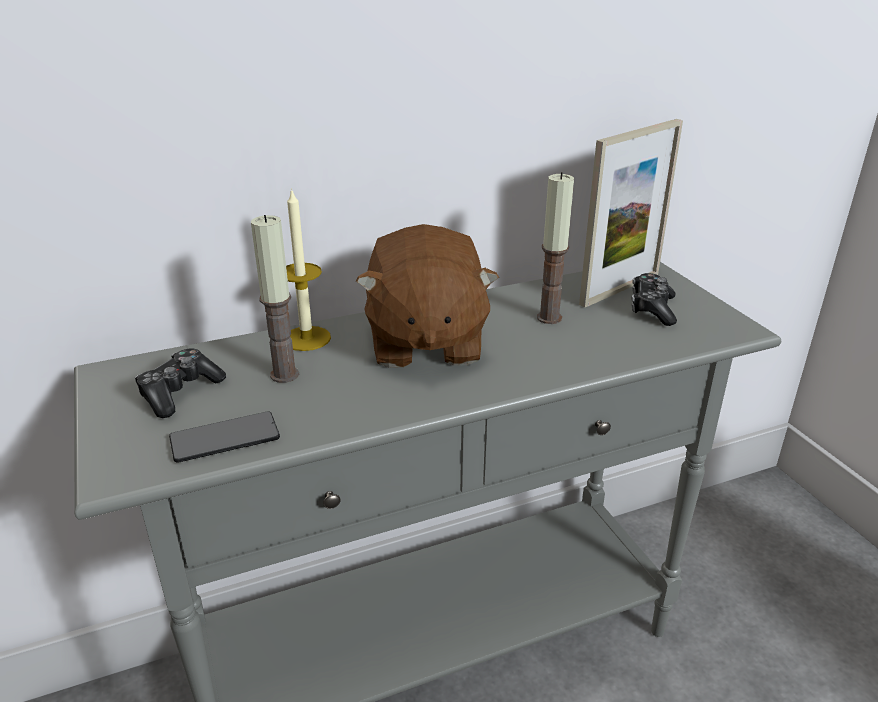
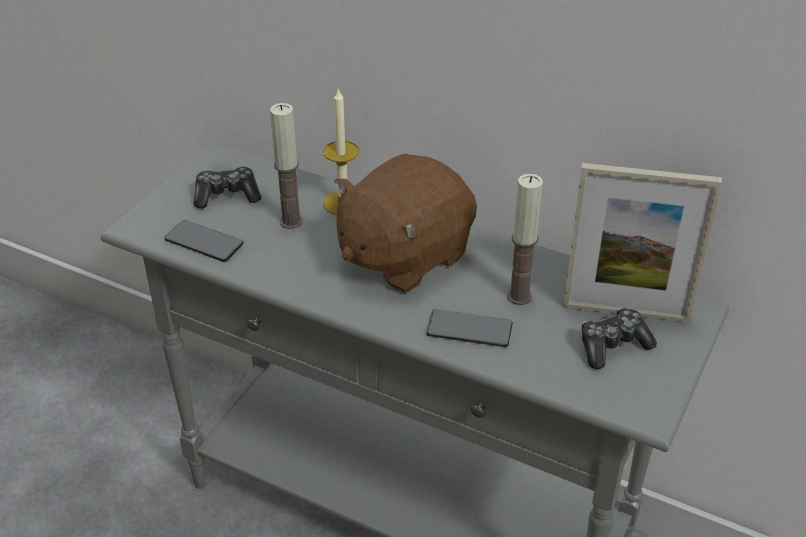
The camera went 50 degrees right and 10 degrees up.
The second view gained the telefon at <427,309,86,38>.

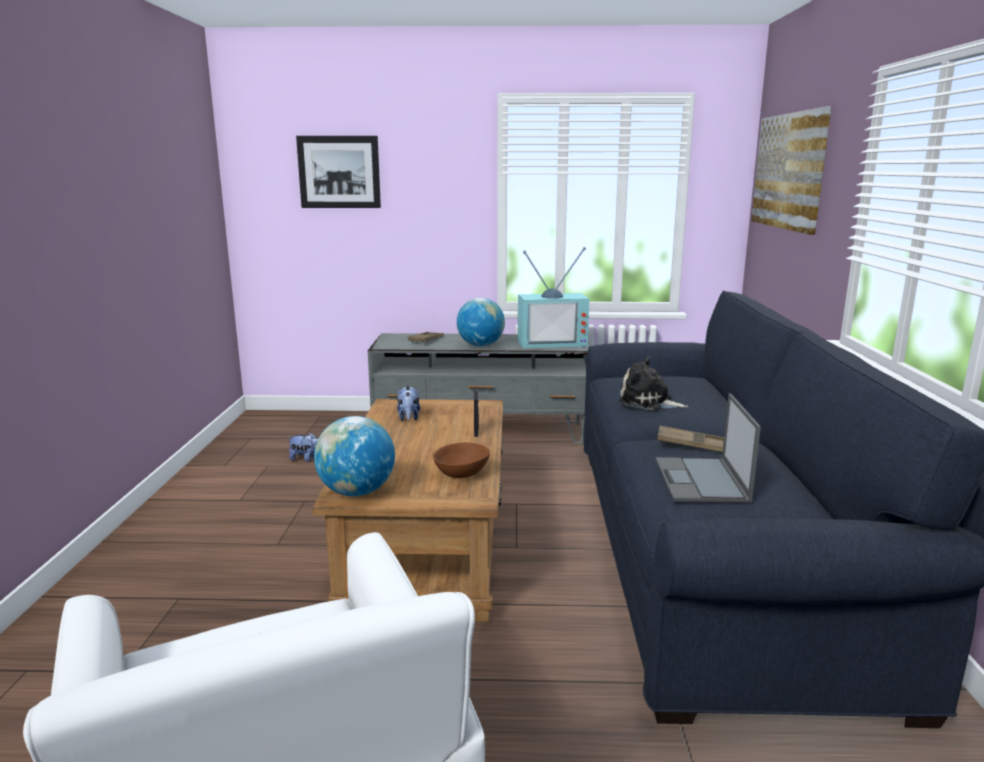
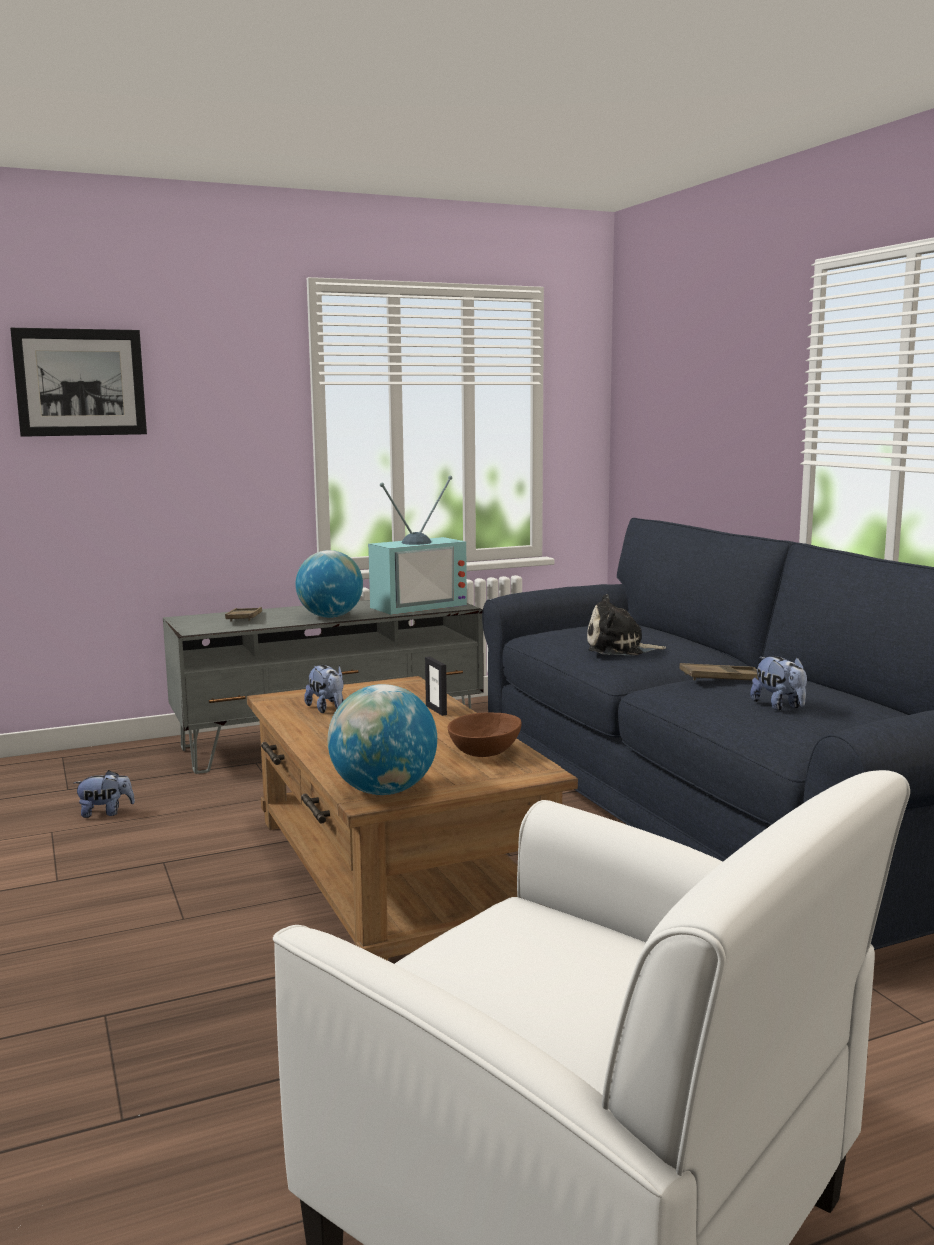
The camera went 25 degrees left and 5 degrees down.
Where the laptop stood at <656,394,105,109>, the pluszak came to stand at <750,656,57,55>.
The second view lost the obraz at <751,106,80,129>.

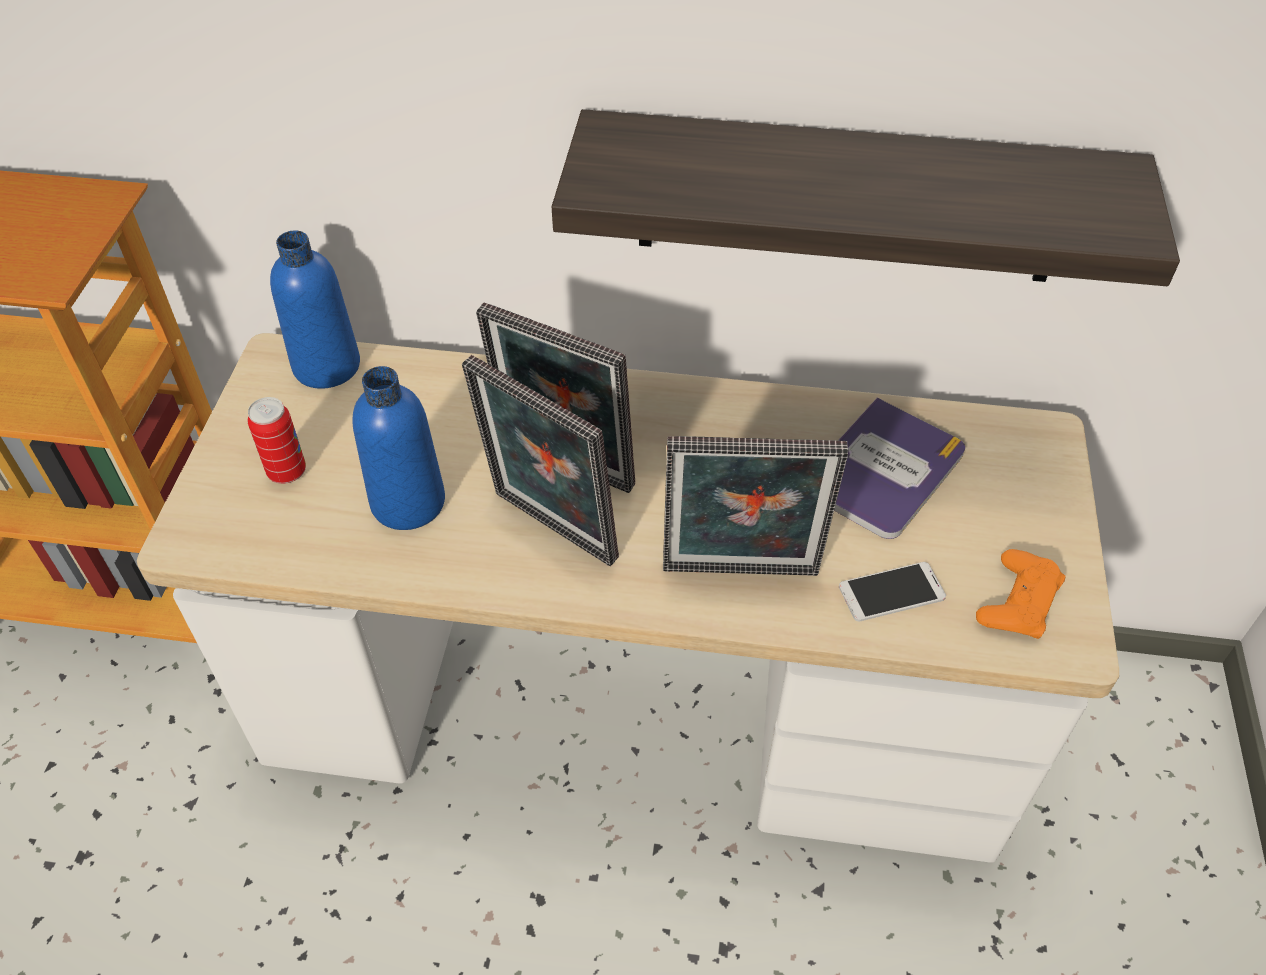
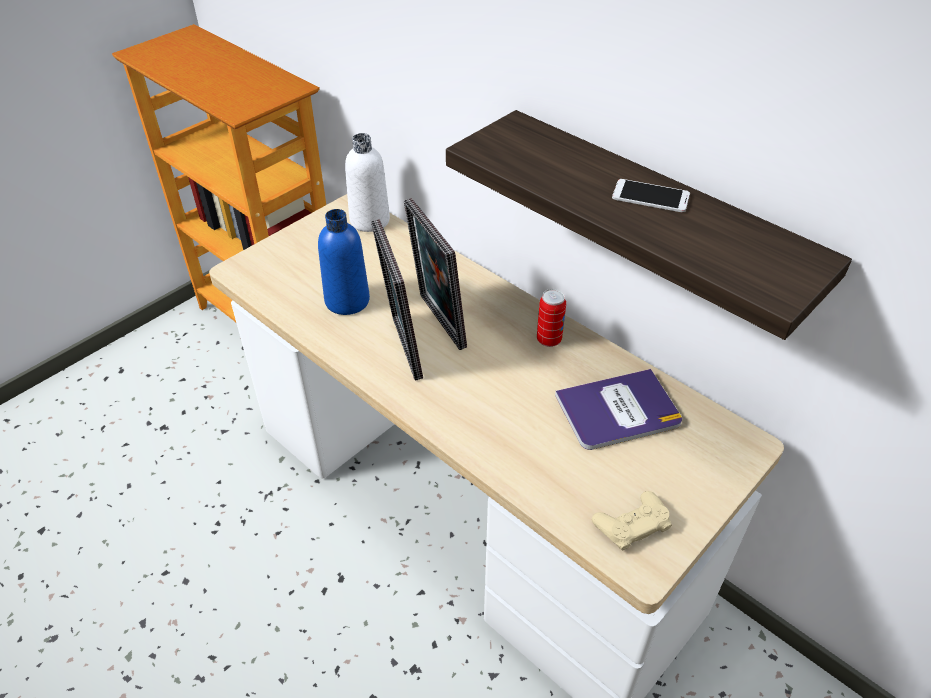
The camera went 35 degrees right and 5 degrees down.
What was the butelka/niebieski at <270,230,90,159> turned into the butelka/biały at <345,133,45,99>.
The puszka ended up elsewhere, having gone from <248,397,58,87> to <537,289,29,58>.
What was the pad do gier/pomarańczowy at <976,549,90,90> turned into the pad do gier/beżowy at <592,491,80,60>.
The telefon ended up elsewhere, having gone from <839,562,107,59> to <612,179,78,33>.
The second view lost the ramka na zdjęcie at <663,436,185,140>.

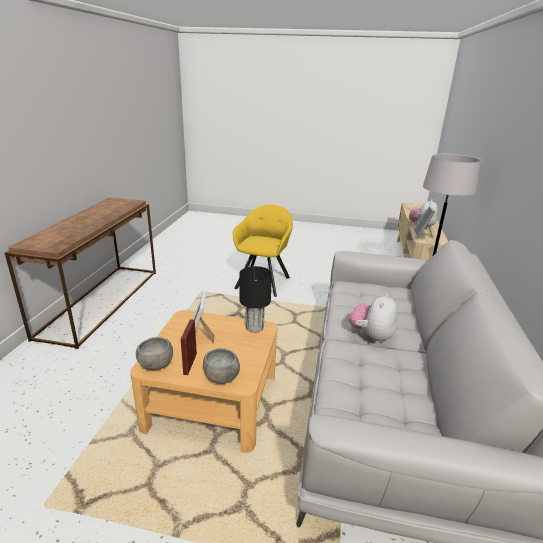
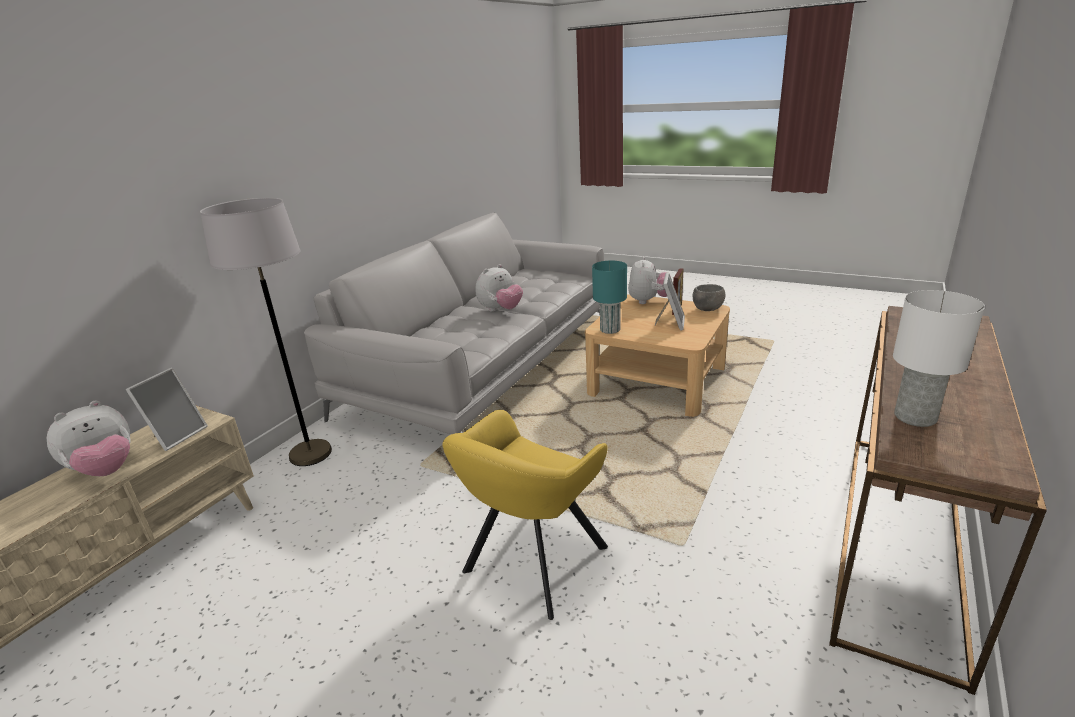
The camera went 160 degrees left and 0 degrees up.
What was the lampa stołowa/czarny at <240,266,32,67> turned into the lampa stołowa/turkusowy at <592,260,35,74>.
Where the miska/szary stood at <203,348,37,36>, the pluszak came to stand at <628,256,43,48>.
The second view gained the lampa stołowa/biały at <893,290,92,137>.

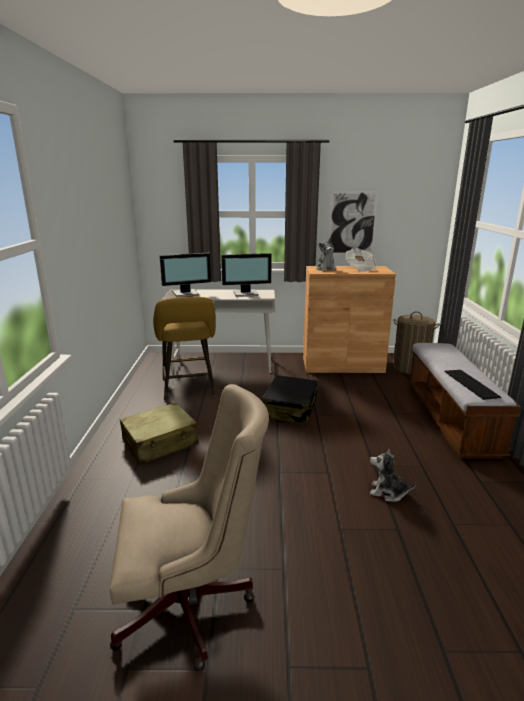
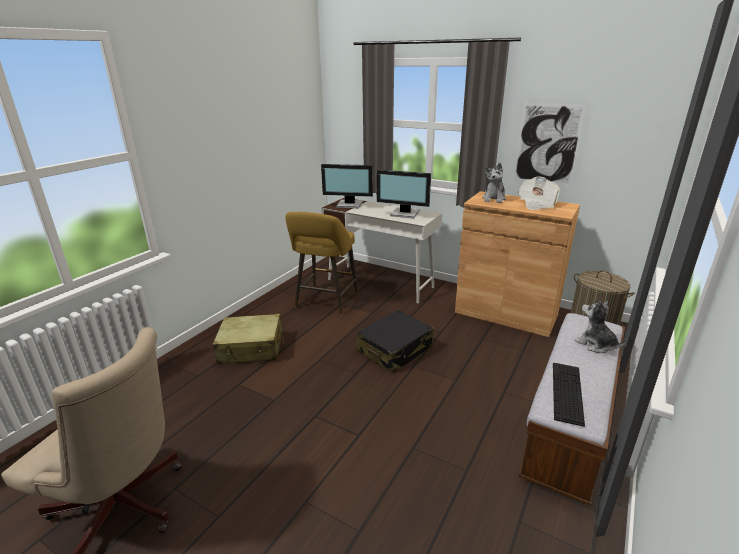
The camera went 30 degrees right and 5 degrees up.
The pluszak ended up elsewhere, having gone from <370,449,46,53> to <574,301,53,52>.

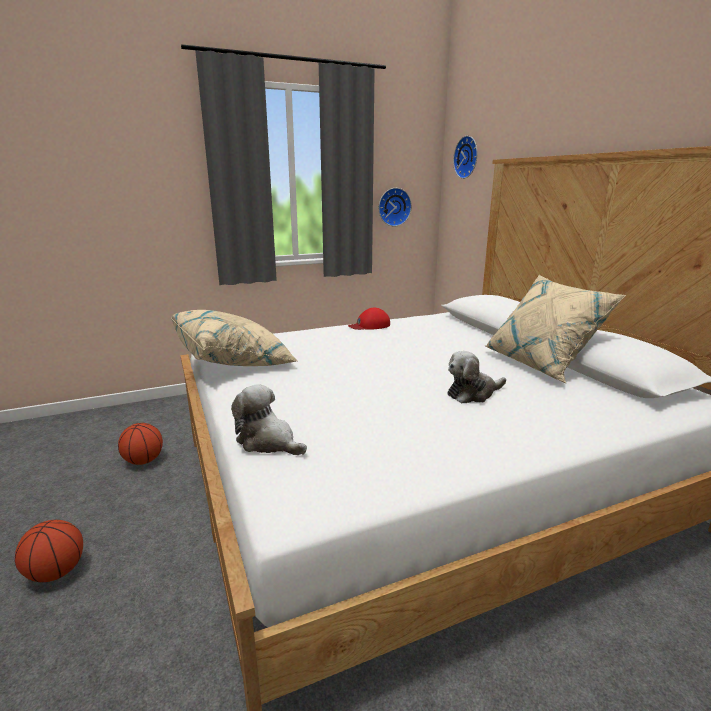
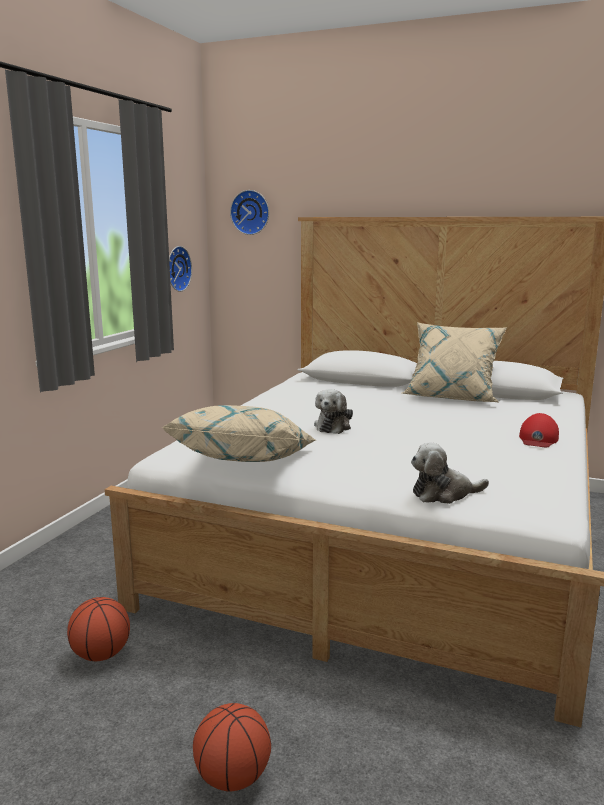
The camera went 45 degrees left and 5 degrees down.
The pluszak ended up elsewhere, having gone from <448,351,58,52> to <314,389,39,45>.
The czapka z daszkiem/czerwony ended up elsewhere, having gone from <348,308,42,22> to <519,413,40,34>.

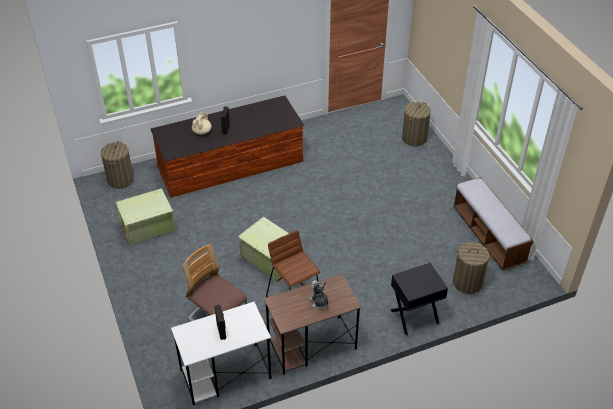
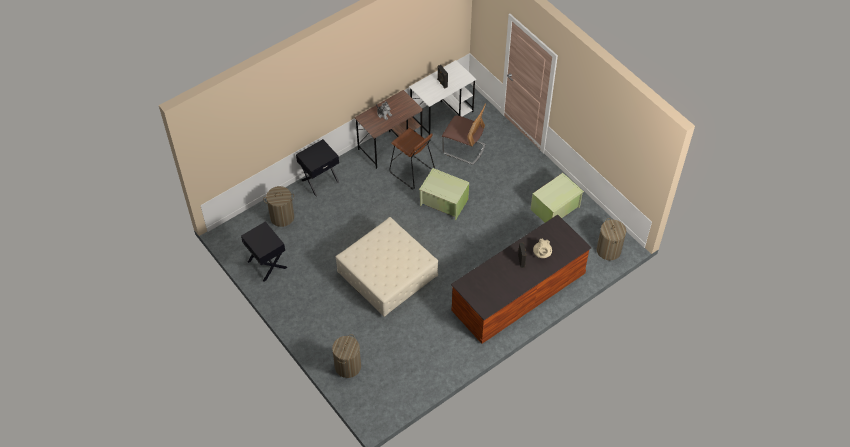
The camera went 165 degrees right and 10 degrees up.
Where the ławka stood at <453,177,81,93>, the szafka nocna/czarny came to stand at <241,222,46,60>.
The second view gained the pufa/beżowy at <336,217,102,100>.

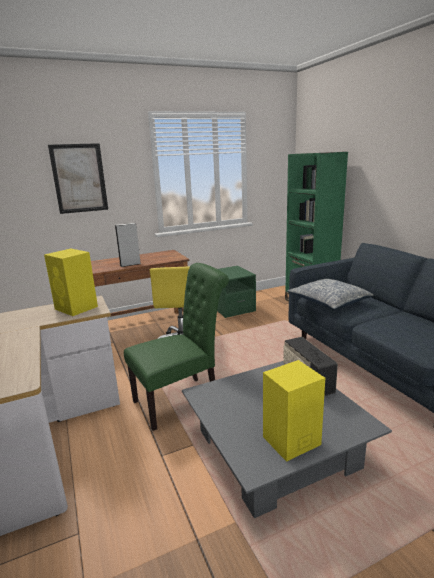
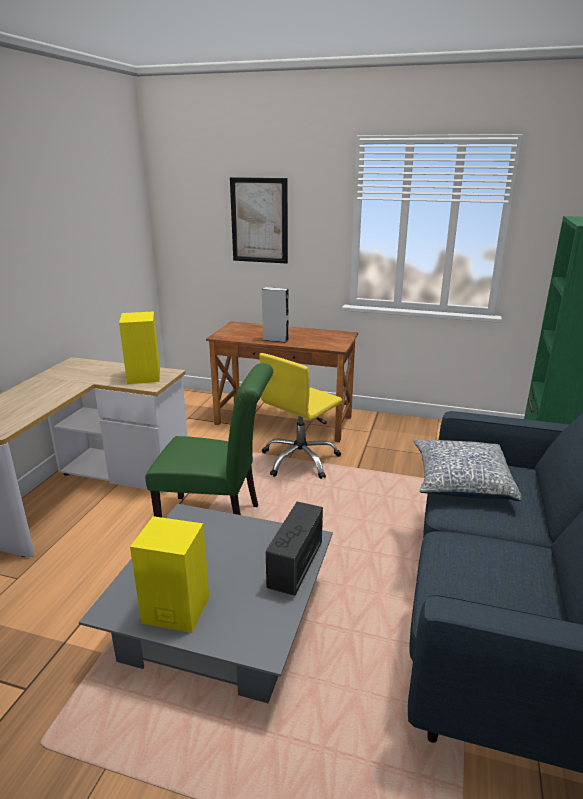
The camera went 40 degrees right and 5 degrees up.
The second view lost the szafka nocna/zielony at <217,266,39,52>.

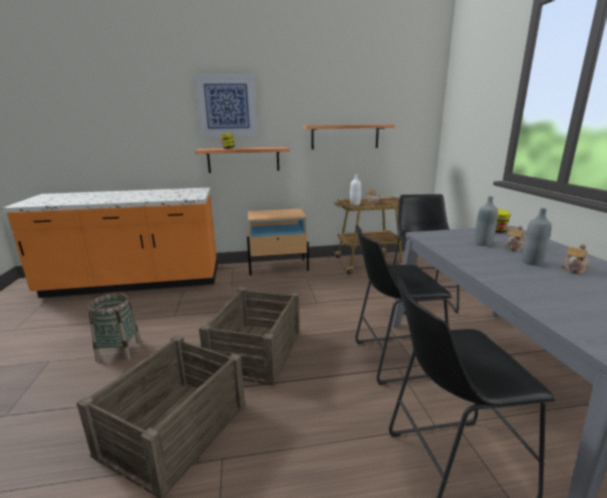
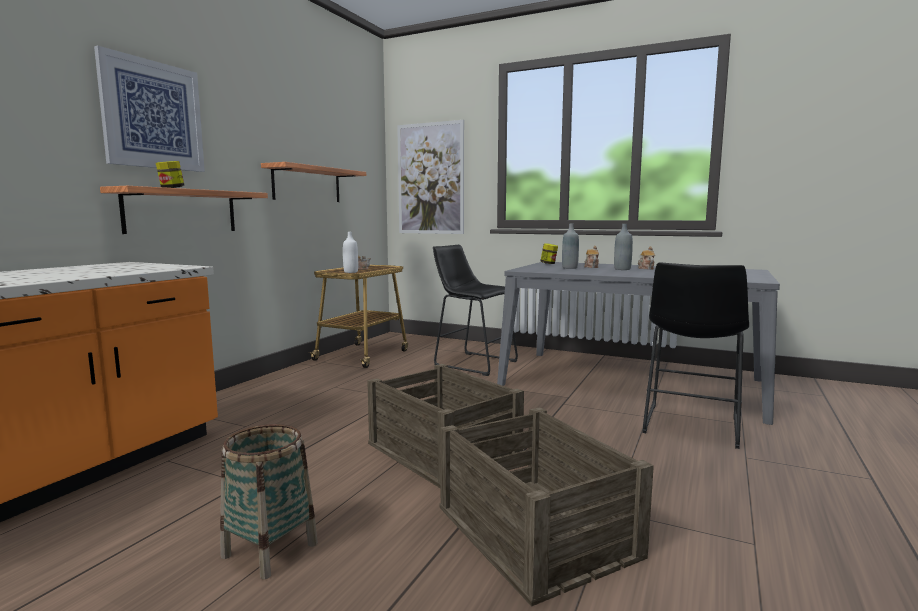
The camera went 55 degrees left and 10 degrees down.
The second view gained the obraz at <397,120,67,114>.
The second view lost the szafka nocna/beżowy at <247,209,62,66>.
The second view lost the stołek/czarny at <355,225,96,160>.

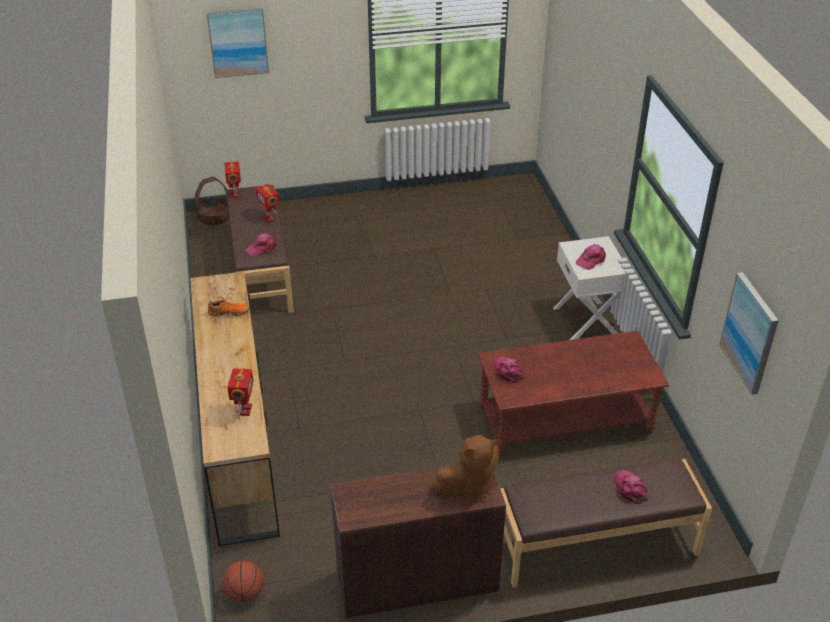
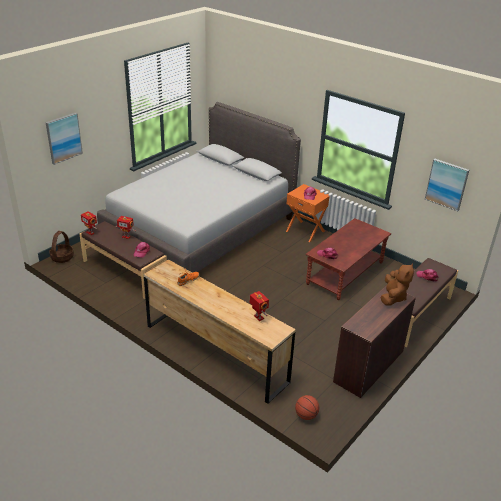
The camera went 40 degrees left and 5 degrees down.
The second view gained the łóżko/szary at <97,102,204,171>.
What was the szafka nocna/biały at <554,236,72,104> turned into the szafka nocna/pomarańczowy at <286,184,43,58>.

